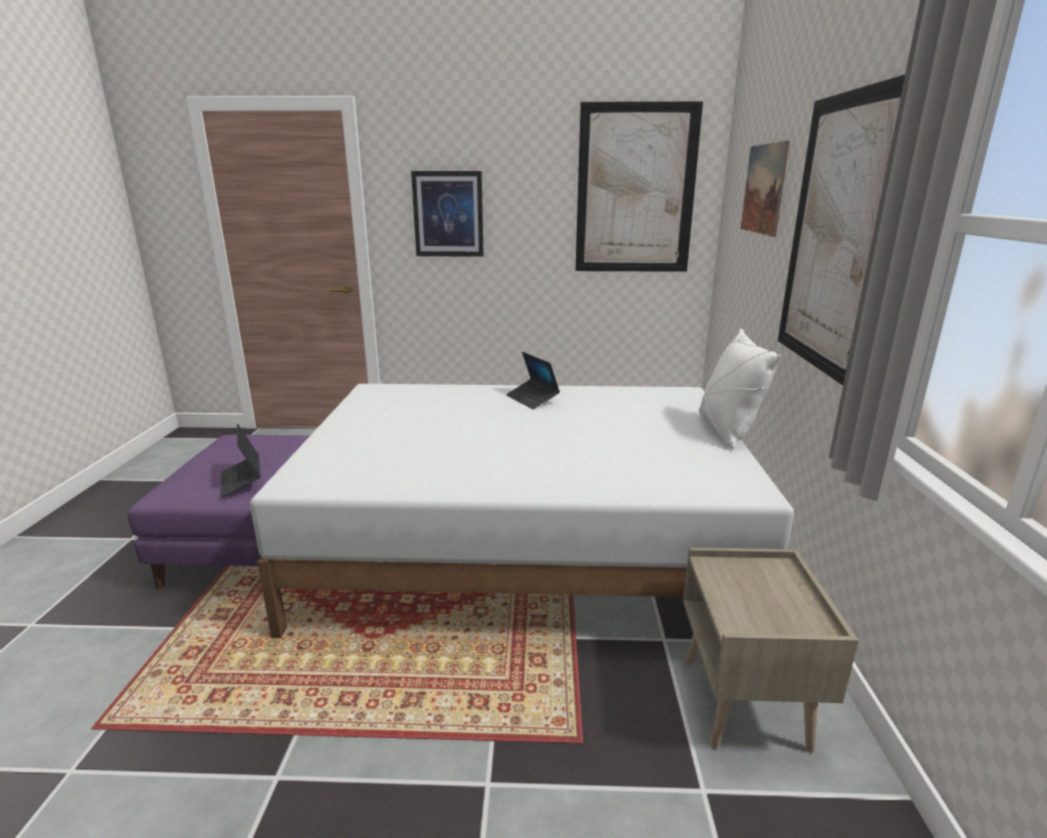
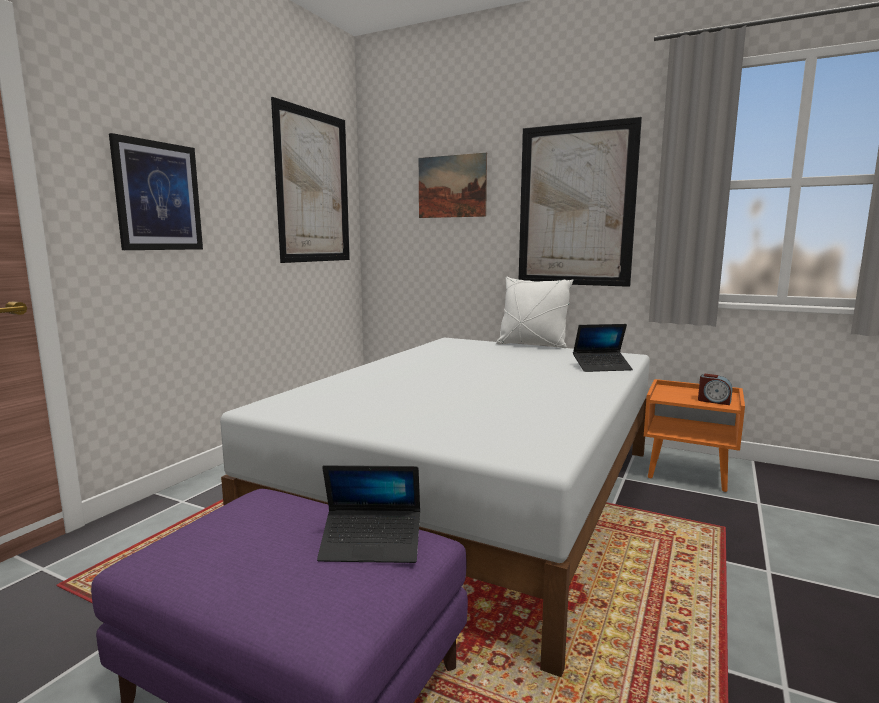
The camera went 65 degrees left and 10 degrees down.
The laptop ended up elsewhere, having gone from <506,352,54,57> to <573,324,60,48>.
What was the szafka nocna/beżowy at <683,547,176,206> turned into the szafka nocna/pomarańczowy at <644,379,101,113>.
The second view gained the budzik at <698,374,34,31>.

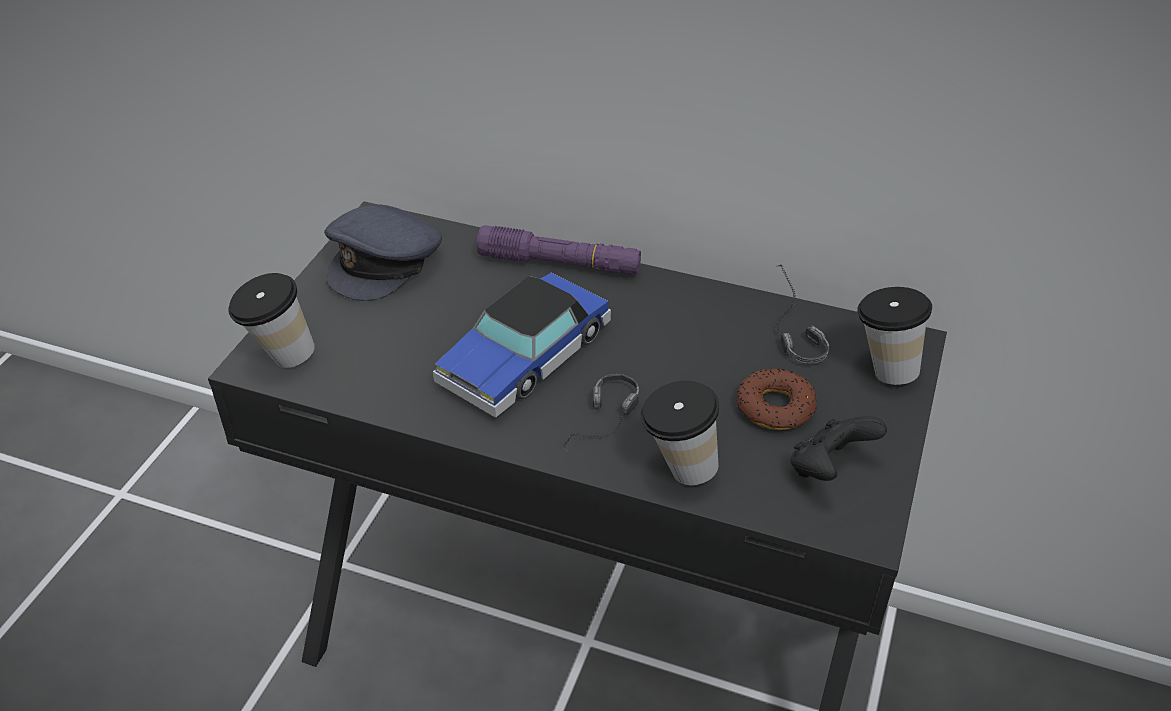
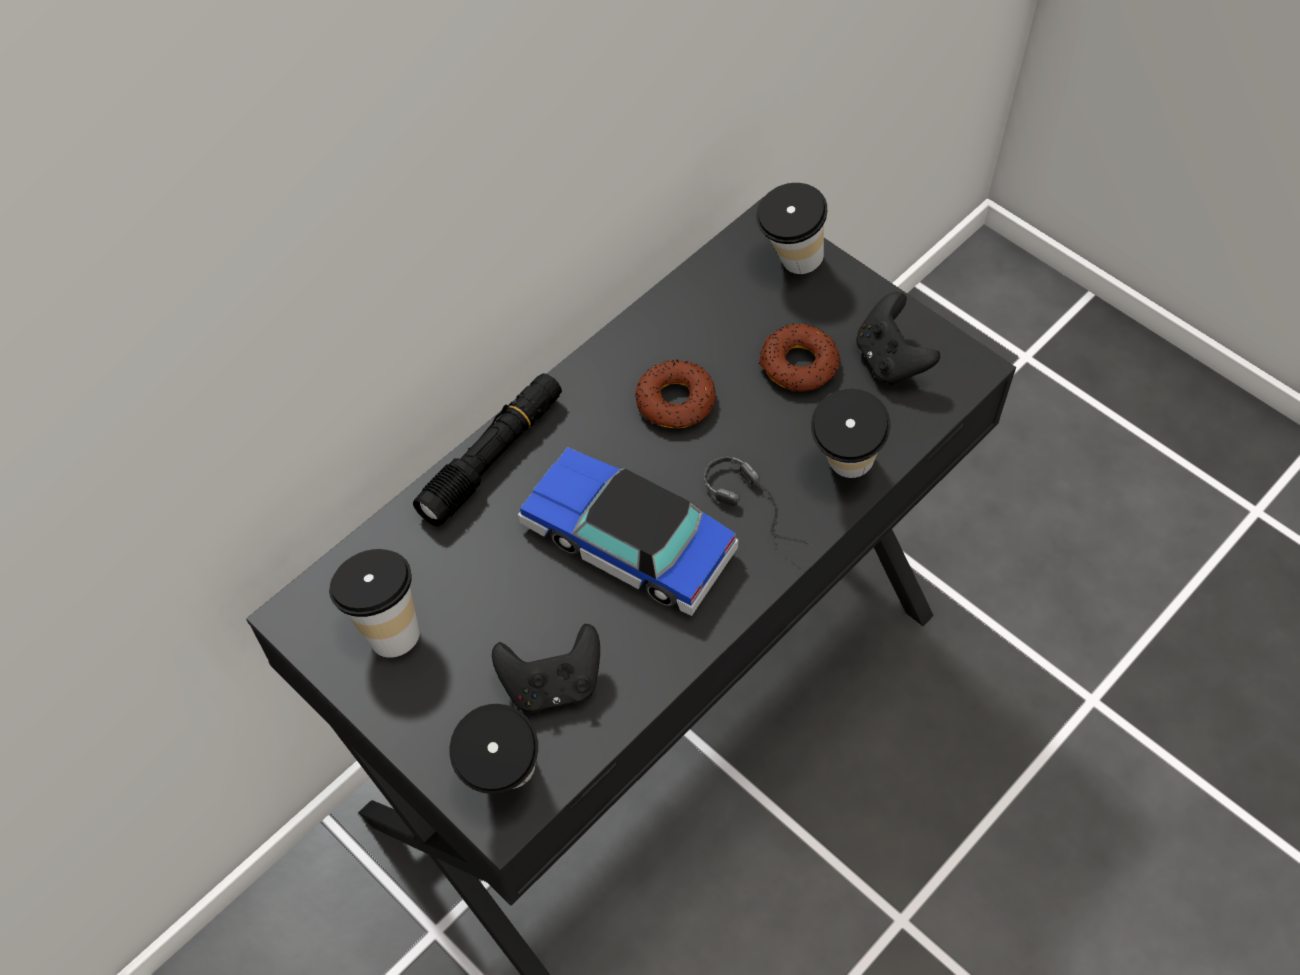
The camera went 65 degrees left and 15 degrees up.
Where the czapka z daszkiem/szary stood at <324,205,118,96>, the filiżanka came to stand at <329,549,90,109>.
What was the latarka/fioletowy at <477,225,164,50> turned into the latarka/czarny at <413,373,149,153>.
The second view gained the pad do gier/czarny at <492,624,108,89>.
The samochodzik at <433,273,178,145> ended up facing another way, 150 degrees clockwise from before.
The second view gained the donut at <635,360,81,68>.
The second view lost the słuchawki at <775,265,54,99>.

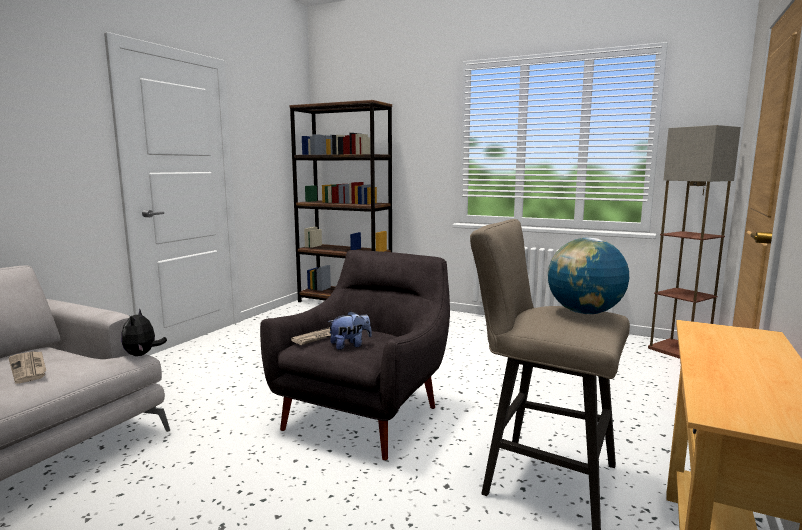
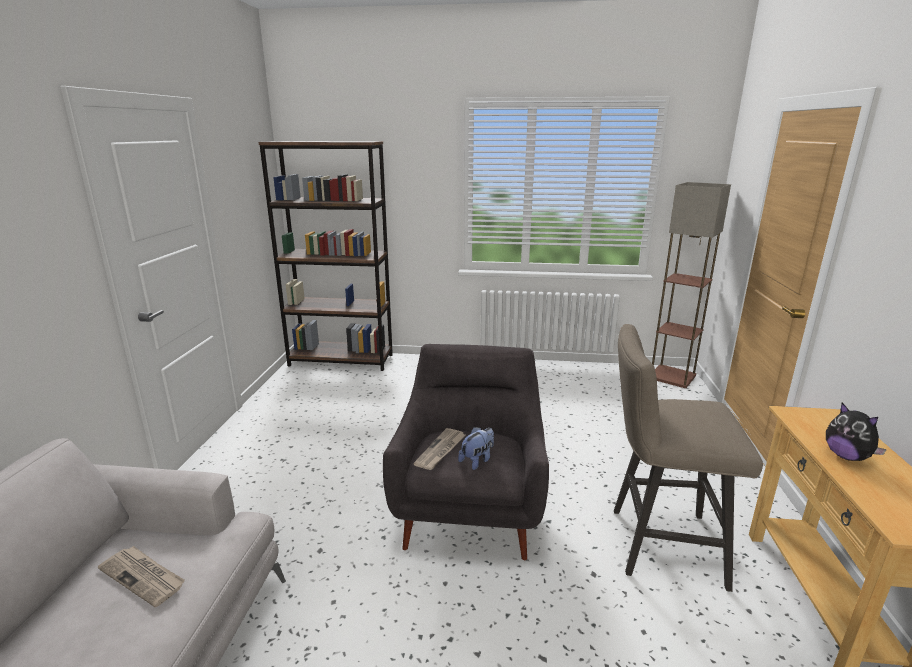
The camera went 20 degrees left and 10 degrees up.
The pluszak ended up elsewhere, having gone from <121,308,46,48> to <826,403,61,58>.
The second view lost the globus at <548,237,81,77>.

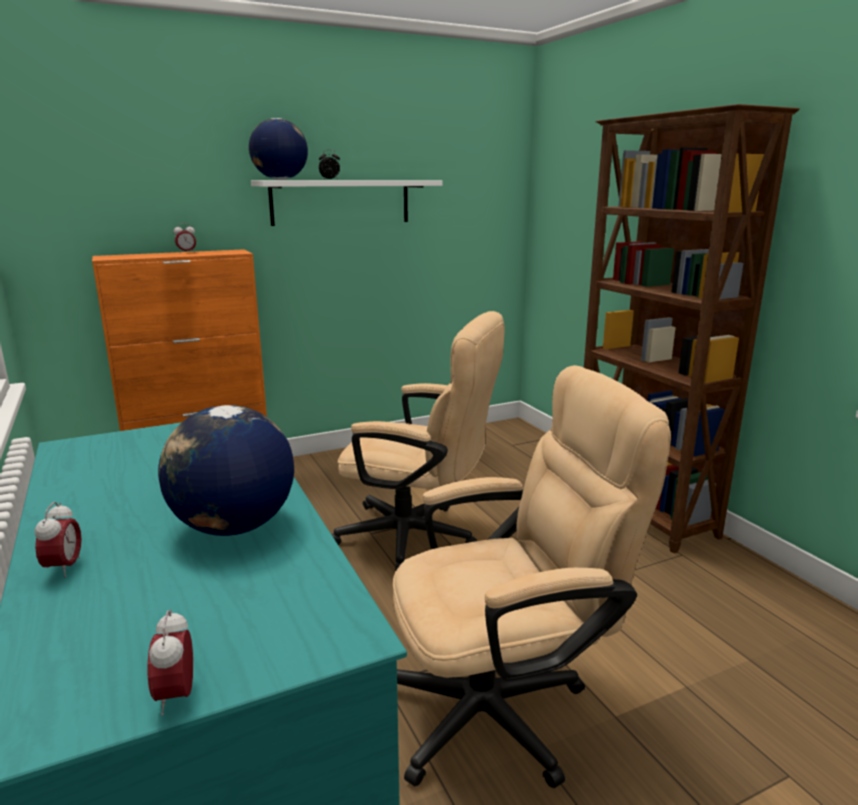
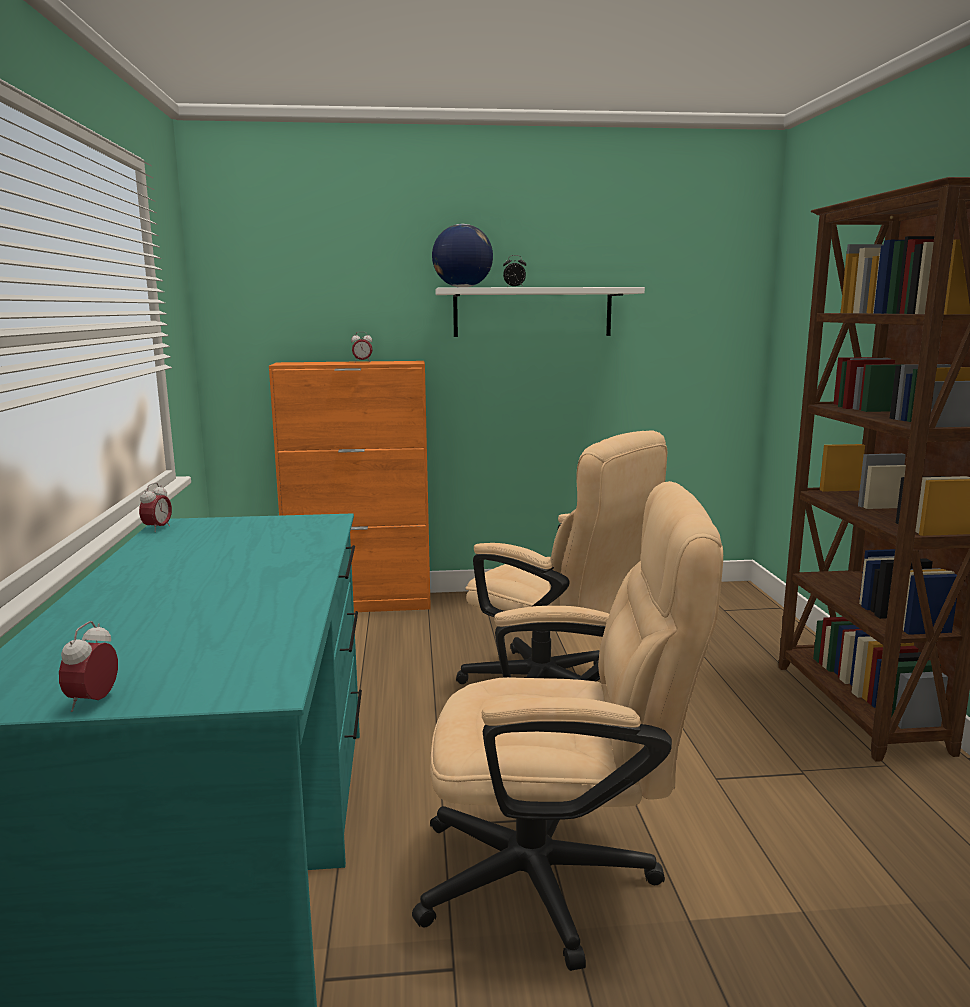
The camera went 20 degrees right and 5 degrees down.
The budzik ended up elsewhere, having gone from <34,501,47,77> to <139,483,33,49>.
The second view lost the globus at <158,405,136,131>.

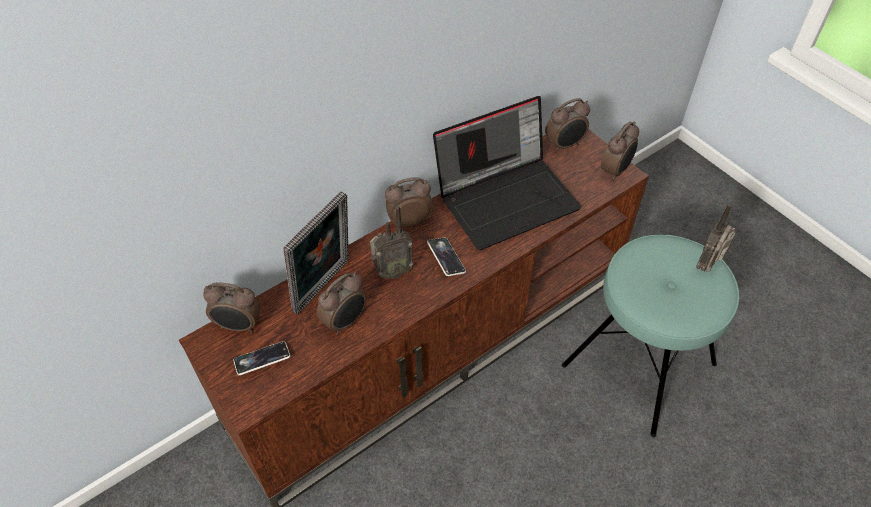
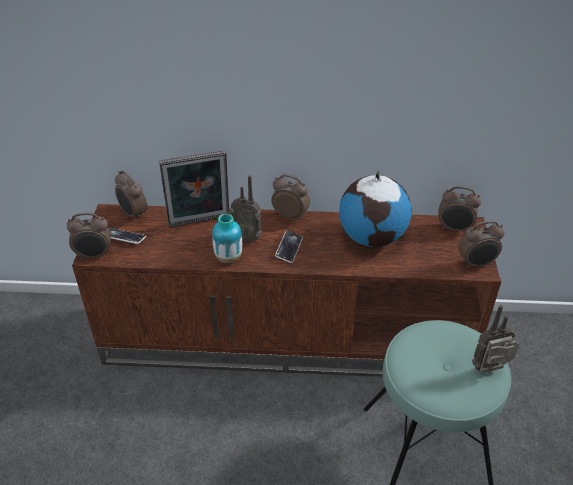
The camera went 40 degrees right and 10 degrees down.
The budzik ended up elsewhere, having gone from <316,272,51,63> to <67,212,44,48>.
The second view gained the wazon at <212,213,30,50>.
Where the laptop stood at <433,96,148,154>, the globus came to stand at <339,170,73,77>.

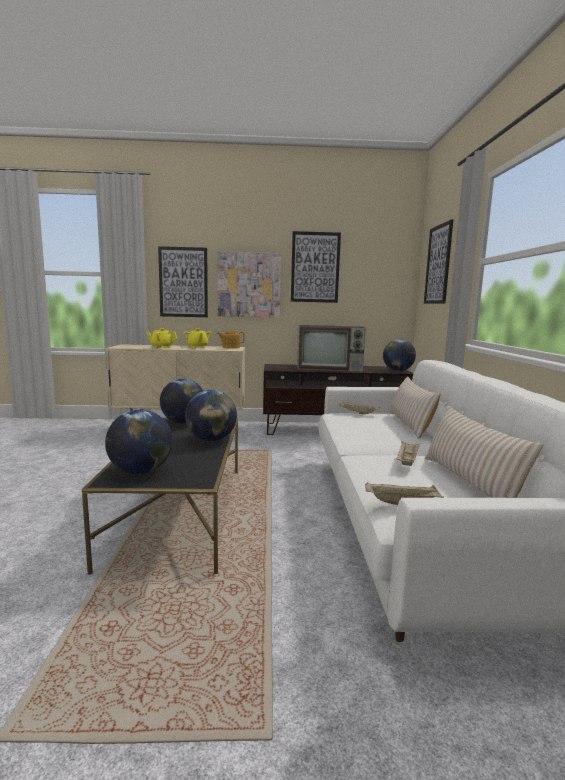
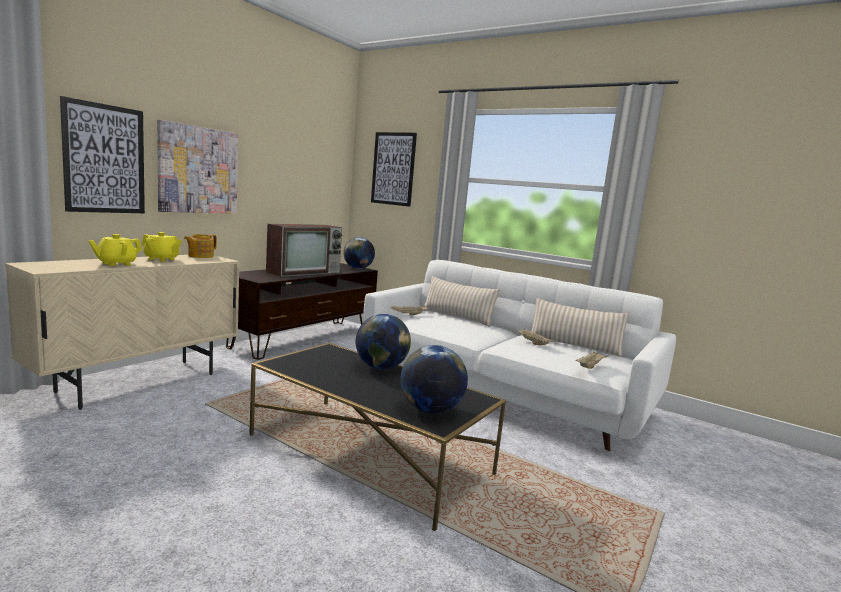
The camera went 55 degrees left and 0 degrees up.
The second view lost the globus at <160,378,43,46>.
The second view lost the obraz at <291,231,50,72>.

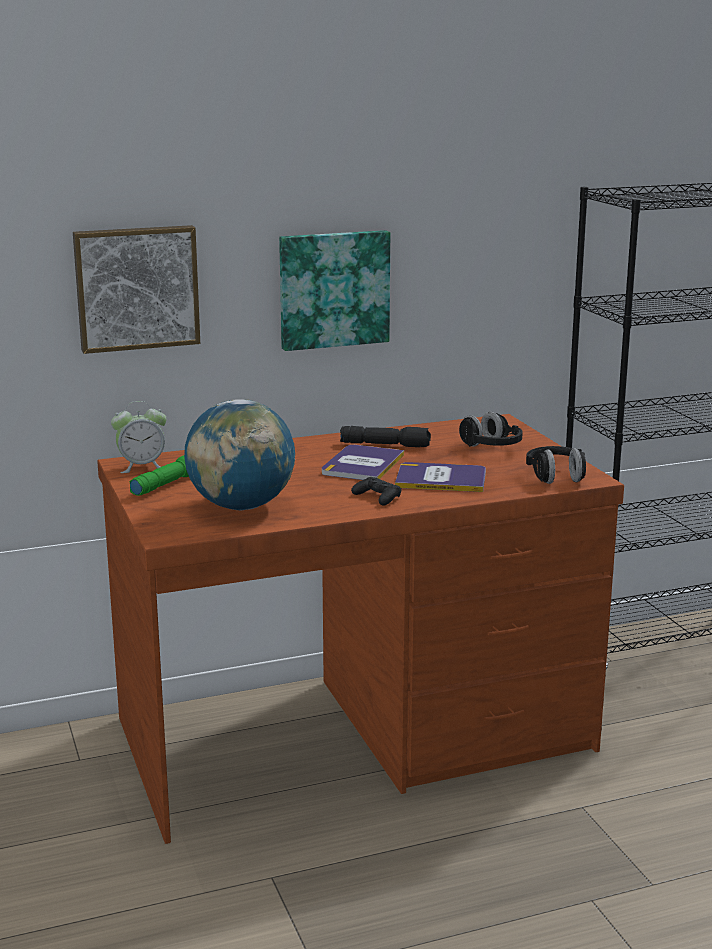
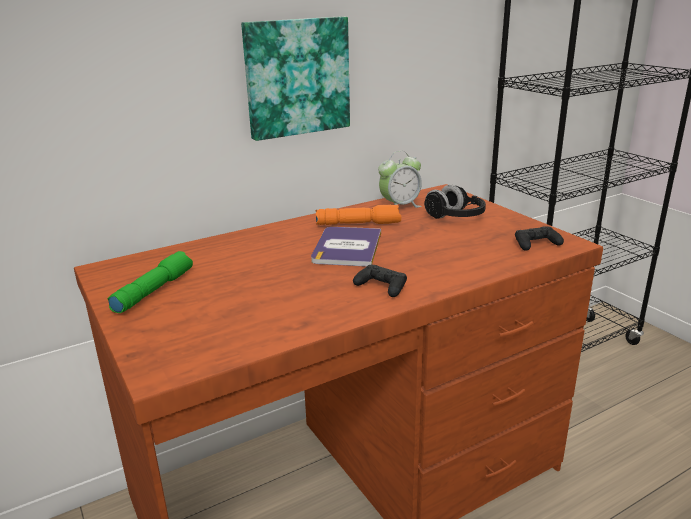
The camera went 10 degrees left and 5 degrees up.
What was the latarka/czarny at <340,426,91,21> turned into the latarka/pomarańczowy at <316,205,85,20>.
The budzik ended up elsewhere, having gone from <111,401,56,72> to <378,151,44,57>.
Where the słuchawki/czarny stood at <526,446,60,38>, the pad do gier/czarny came to stand at <515,226,49,25>.
The second view lost the obraz at <73,225,127,129>.
The second view lost the globus at <184,399,111,111>.
The second view lost the książka at <395,462,91,30>.

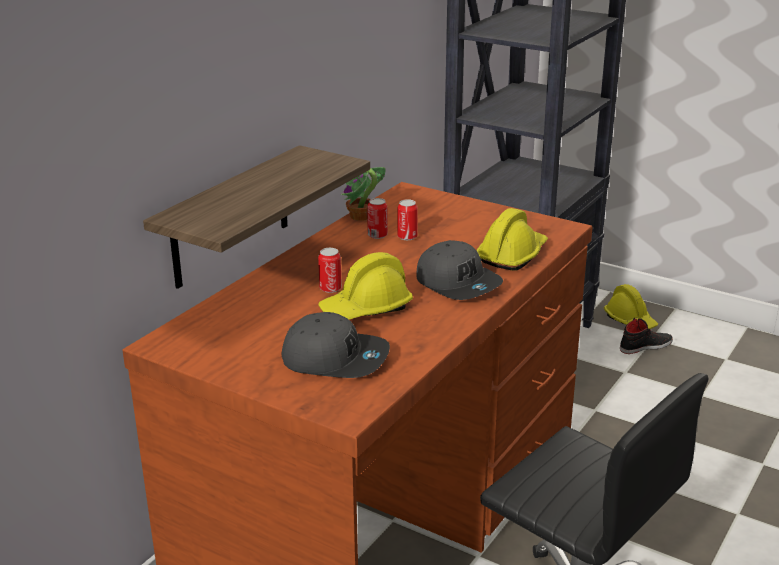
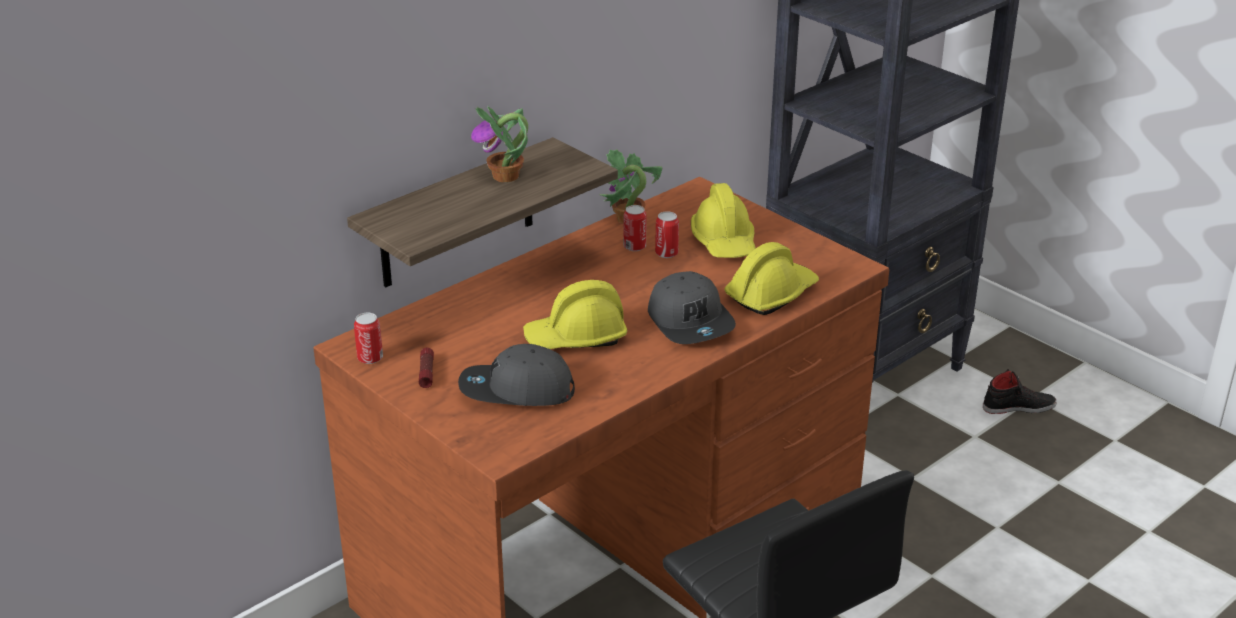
The camera went 15 degrees right and 5 degrees up.
The puszka ended up elsewhere, having gone from <318,248,24,45> to <354,312,29,52>.
The second view gained the latarka at <419,348,15,40>.
The czapka z daszkiem/szary at <282,312,108,66> ended up facing another way, 150 degrees clockwise from before.
The second view gained the roślina doniczkowa at <471,106,57,76>.
The kask/żółty ended up elsewhere, having gone from <604,284,54,45> to <691,183,65,75>.

